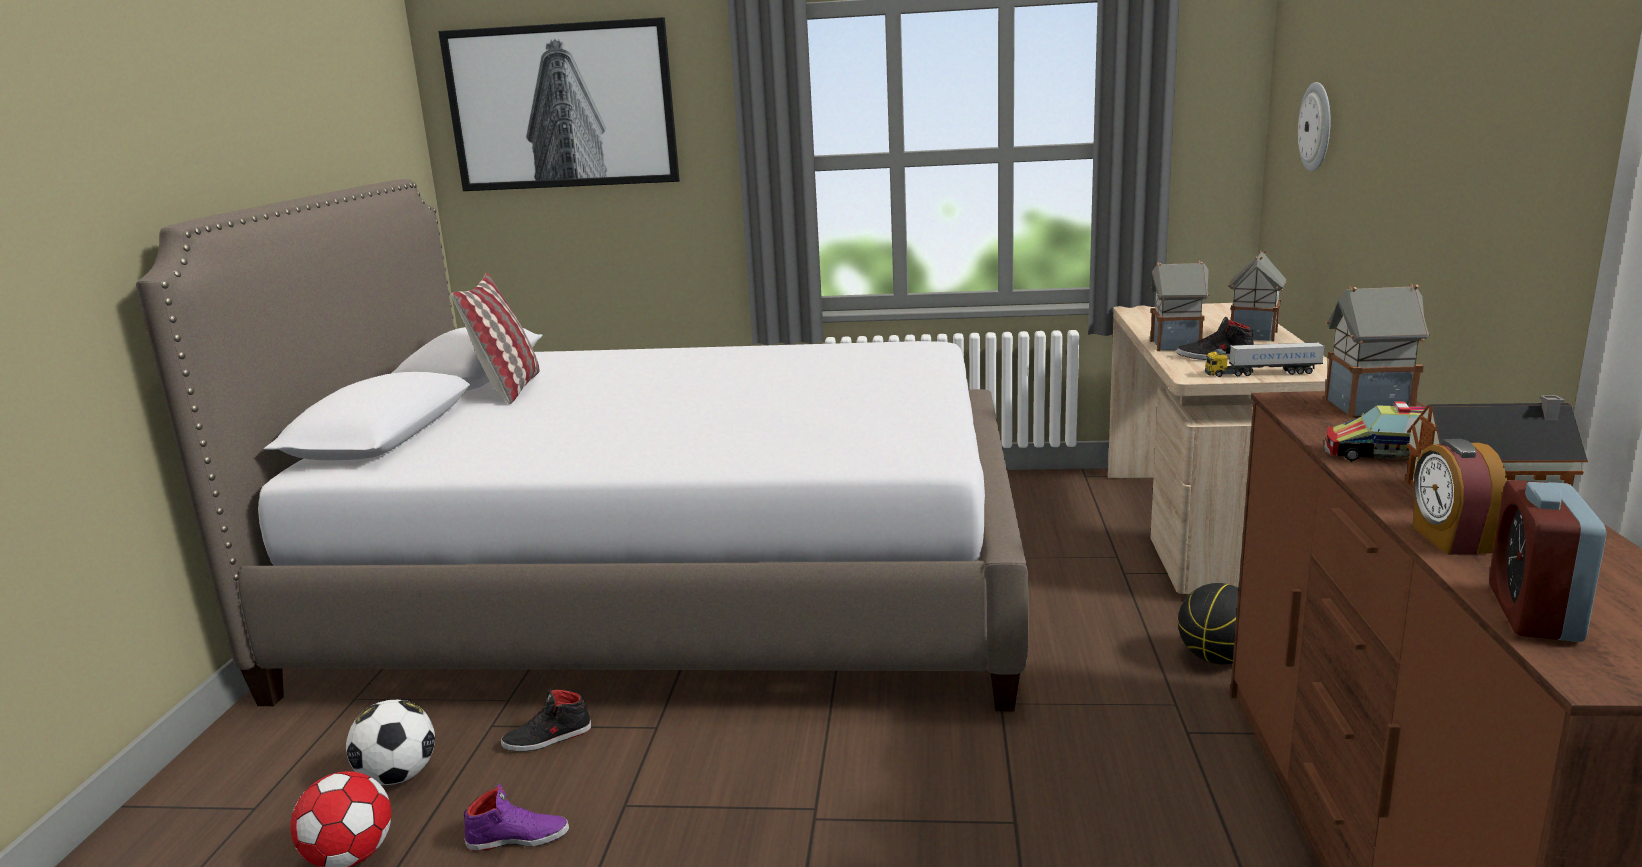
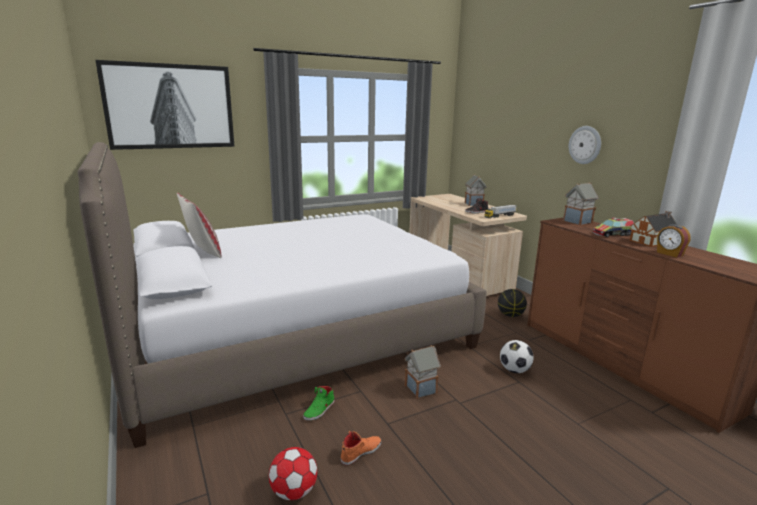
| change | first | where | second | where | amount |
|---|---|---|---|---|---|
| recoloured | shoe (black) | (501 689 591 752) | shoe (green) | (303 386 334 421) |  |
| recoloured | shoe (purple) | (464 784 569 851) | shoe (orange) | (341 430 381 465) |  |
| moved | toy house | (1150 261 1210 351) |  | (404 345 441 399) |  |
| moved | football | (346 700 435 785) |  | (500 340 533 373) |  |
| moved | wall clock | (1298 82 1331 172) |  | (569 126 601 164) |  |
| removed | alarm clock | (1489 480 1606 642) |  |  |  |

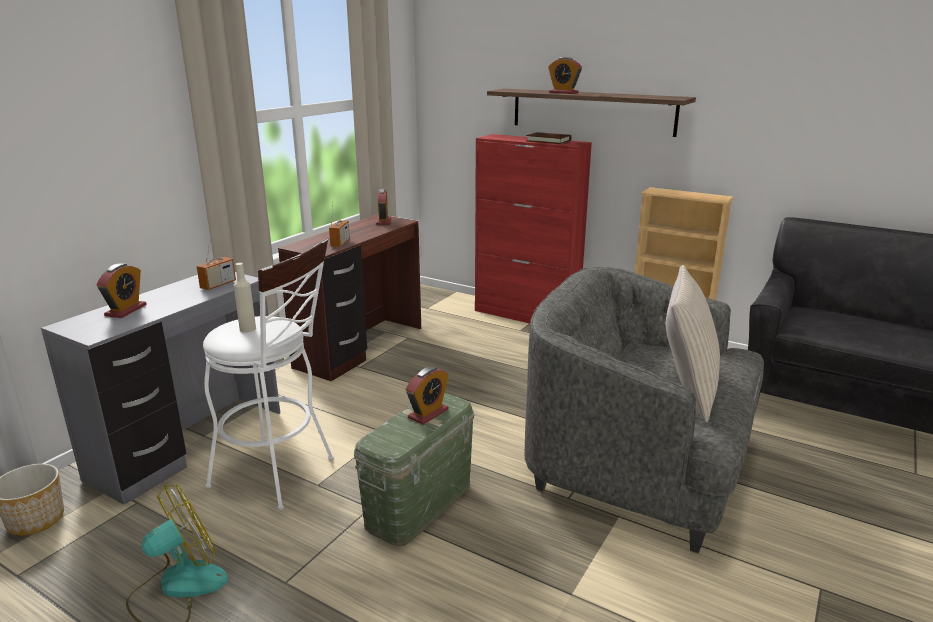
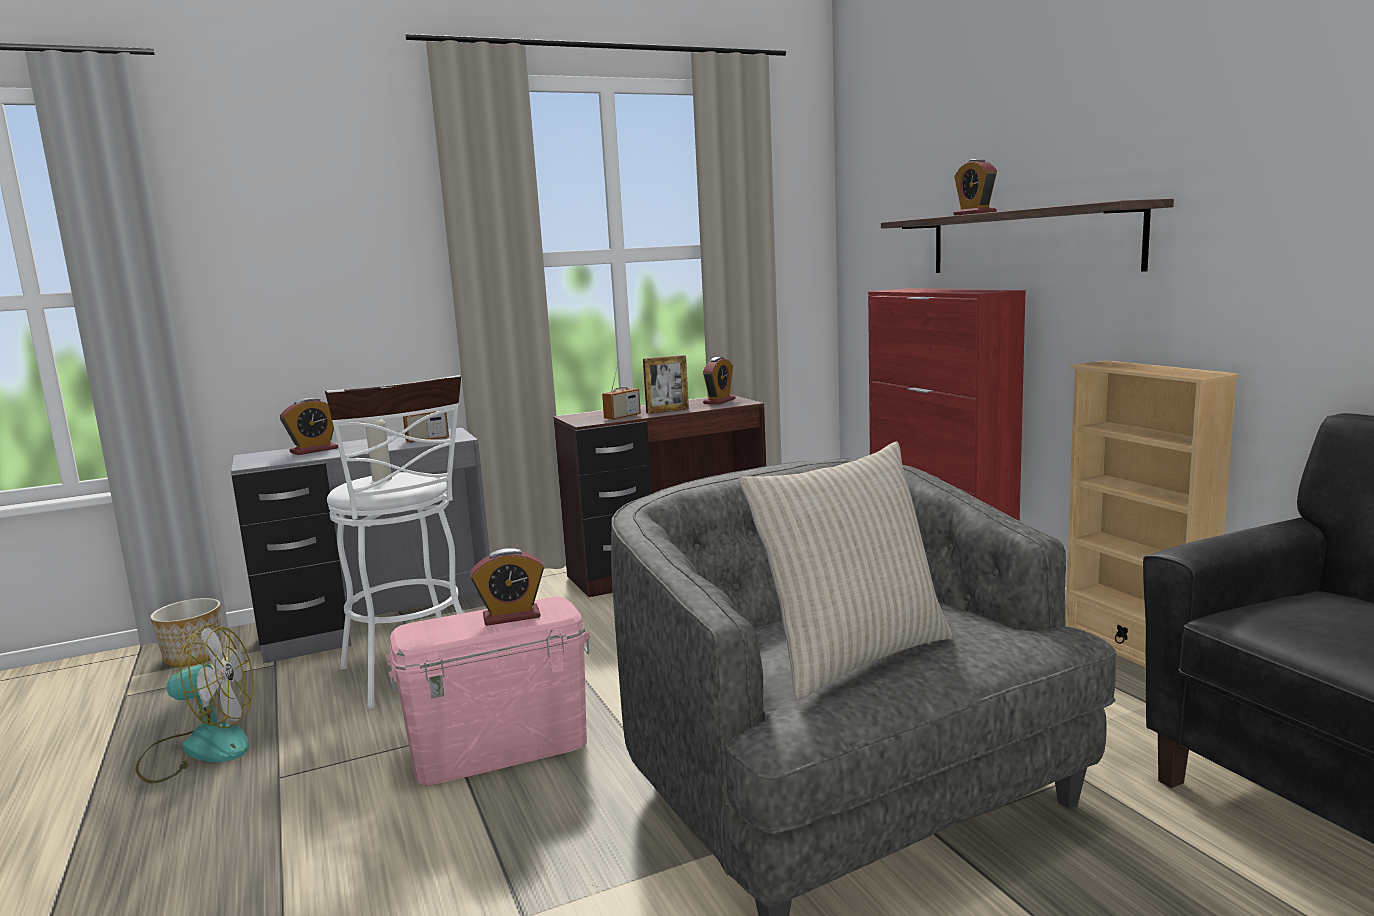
| change | first | where | second | where | amount |
|---|---|---|---|---|---|
| recoloured | storage box (green) | (354 393 474 546) | storage box (pink) | (386 597 590 785) |  |
| added |  |  | picture frame | (643 355 689 414) |  |
| removed | book (brown) | (526 132 571 144) |  |  |  |

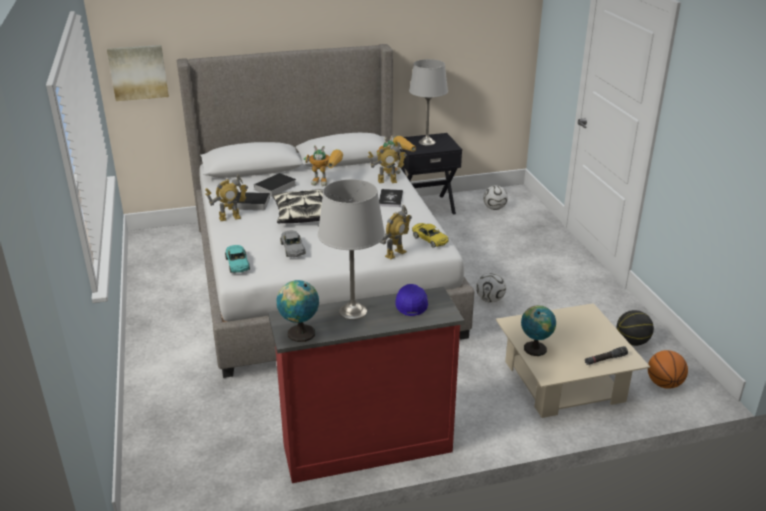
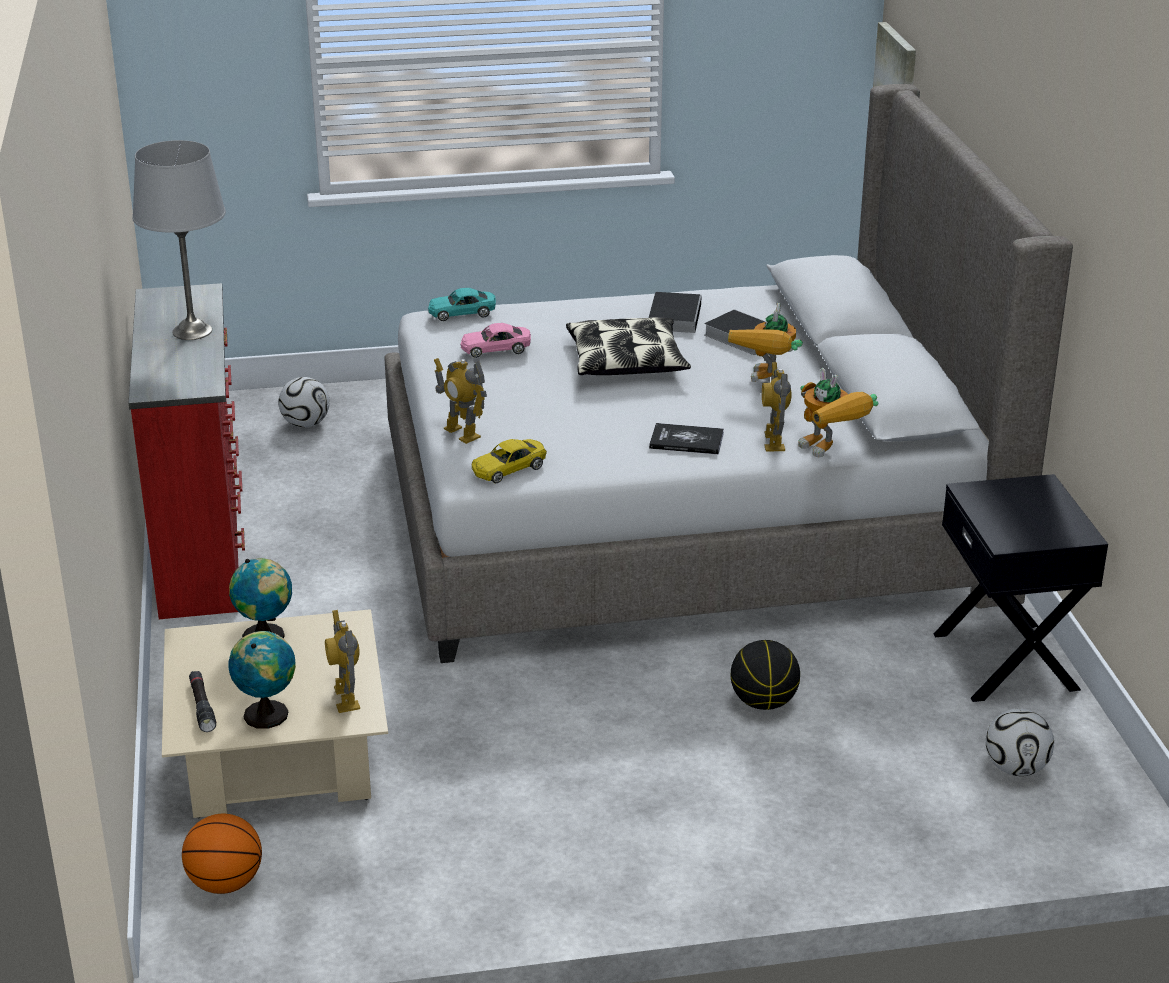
| change | first | where | second | where | amount |
|---|---|---|---|---|---|
| moved | globe | (276 280 319 342) |  | (228 631 296 729) |  |
| moved | football | (476 273 506 303) |  | (278 377 330 427) |  |
| moved | toy robot | (205 174 248 221) |  | (325 610 360 713) |  |
| recoloured | toy car (grey) | (280 231 306 257) | toy car (pink) | (461 323 531 358) |  |
| moved | basketball | (617 310 654 346) |  | (730 640 800 710) |  |
| removed | cap (blue) | (395 284 428 316) |  |  |  |
| removed | table lamp (grey) | (409 59 448 146) |  |  |  |

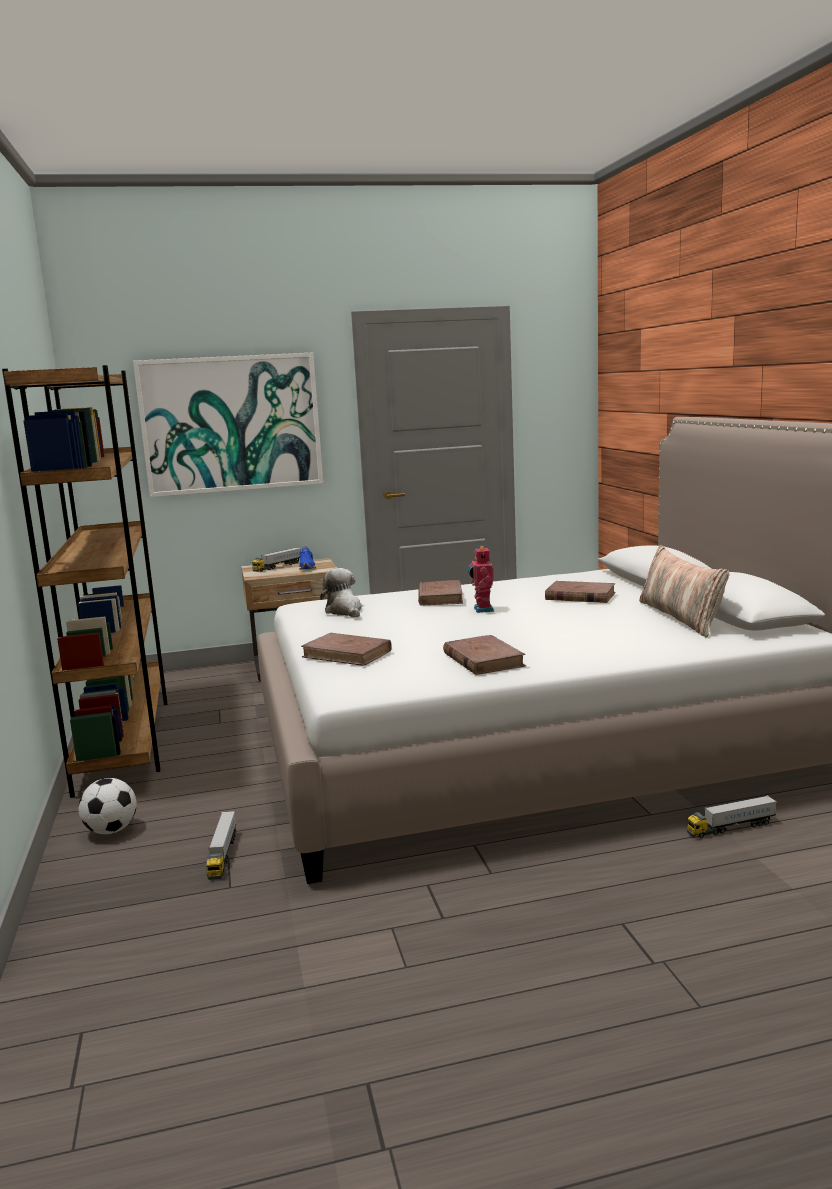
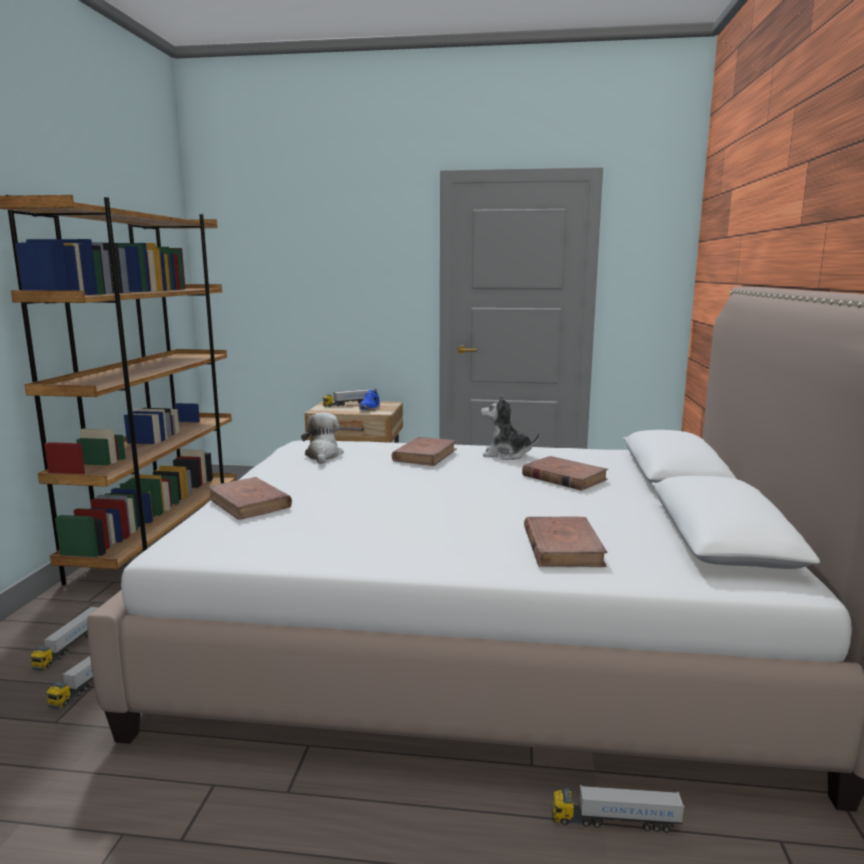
| change | first | where | second | where | amount |
|---|---|---|---|---|---|
| added |  |  | toy truck | (30 606 98 671) |  |
| added |  |  | plush toy | (481 394 540 460) |  |
| moved | book (brown) | (443 635 526 675) |  | (524 517 608 567) |  |
| removed | football | (78 778 137 834) |  |  |  |
| removed | picture | (133 352 323 497) |  |  |  |
| removed | toy robot | (468 546 494 613) |  |  |  |
| removed | pillow | (639 545 729 637) |  |  |  |

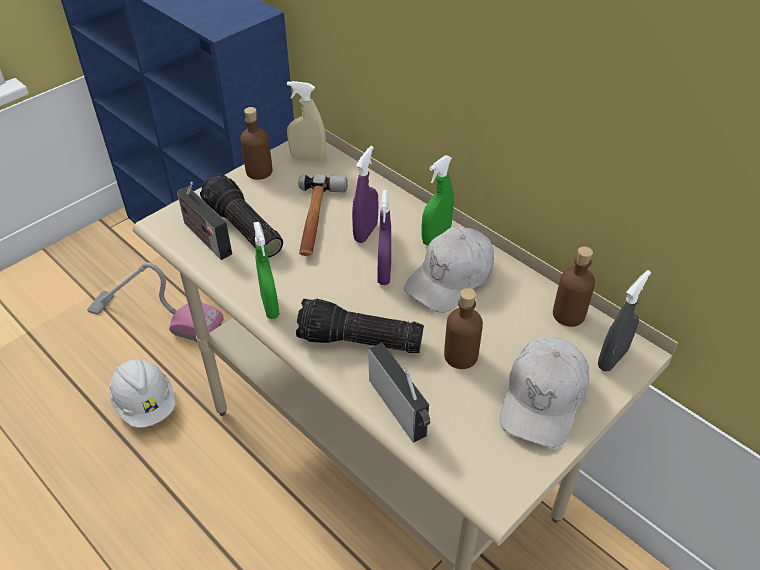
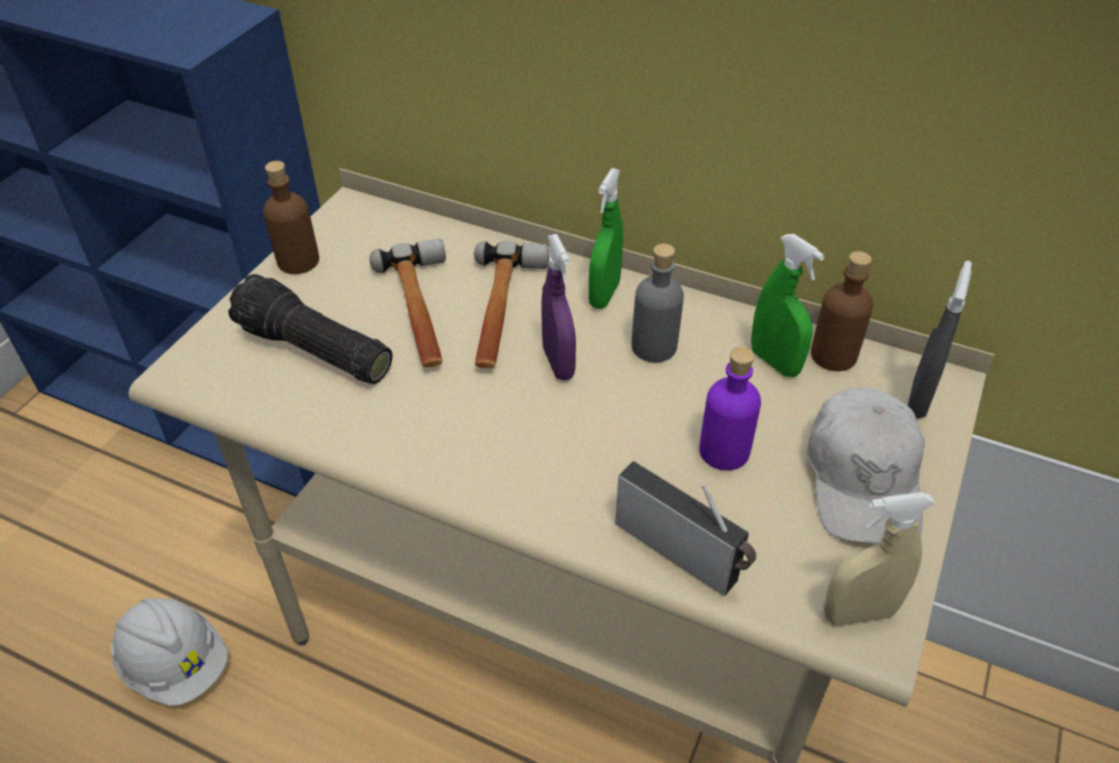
| change | first | where | second | where | amount |
|---|---|---|---|---|---|
| replaced | spray bottle (purple) | (352 146 378 243) | hammer | (474 241 549 368) |  |
| replaced | cap (white) | (404 227 494 313) | bottle (grey) | (631 244 684 362) |  |
| recoloured | bottle (brown) | (444 288 483 369) | bottle (purple) | (699 347 761 471) |  |
| moved | spray bottle (green) | (253 222 279 319) |  | (751 234 825 377) |  |
| moved | spray bottle (beige) | (287 81 326 162) |  | (823 492 935 625) |  |
| removed | vacuum cleaner | (87 262 224 342) |  |  |  |
| removed | radio | (177 182 232 260) |  |  |  |
| removed | flashlight | (296 299 424 353) |  |  |  |

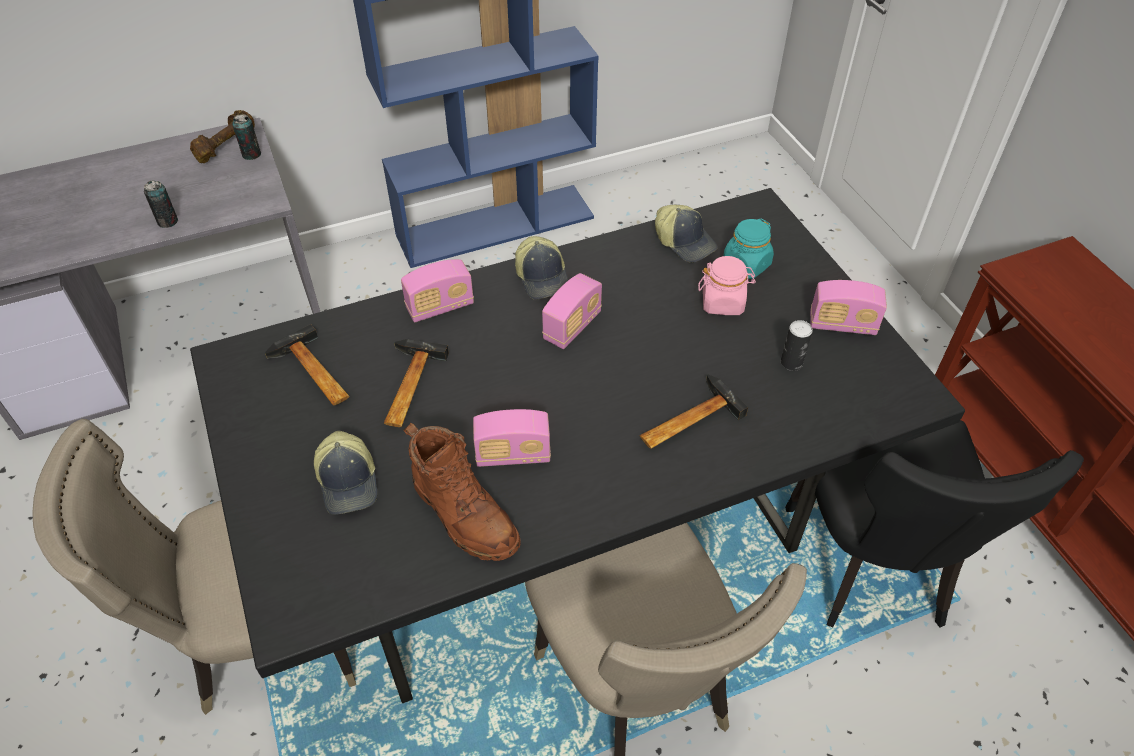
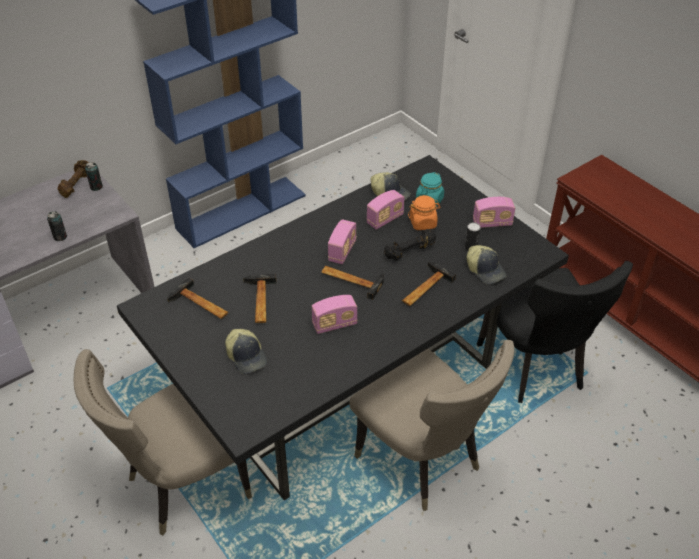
| change | first | where | second | where | amount |
|---|---|---|---|---|---|
| added |  |  | hammer | (321 266 384 300) |  |
| moved | radio | (401 259 474 322) |  | (366 190 405 230) |  |
| added |  |  | dumbbell (black) | (384 229 436 261) |  |
| recoloured | jar (pink) | (698 256 756 315) | jar (orange) | (408 195 441 230) |  |
| moved | cap | (515 236 568 300) |  | (467 245 507 285) |  |
| removed | boot (brown) | (404 423 521 561) |  |  |  |

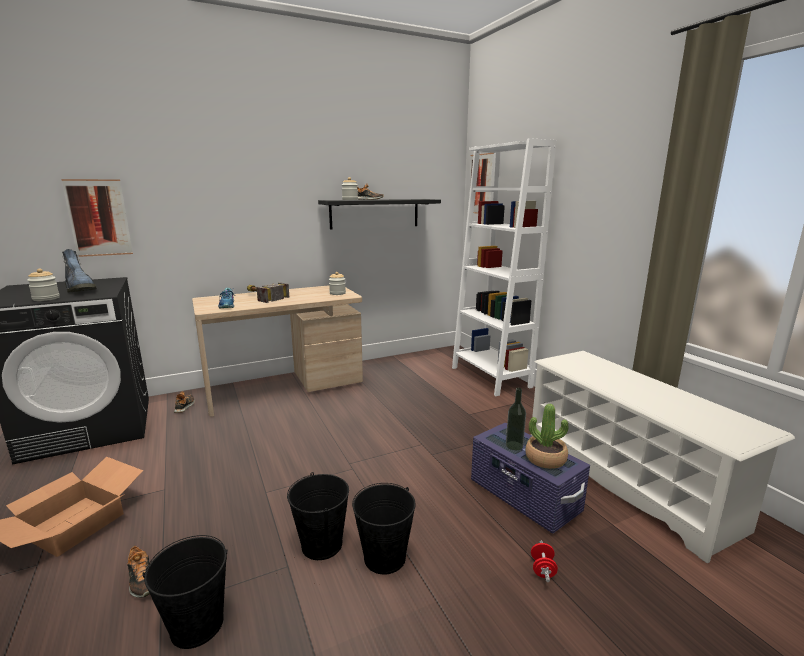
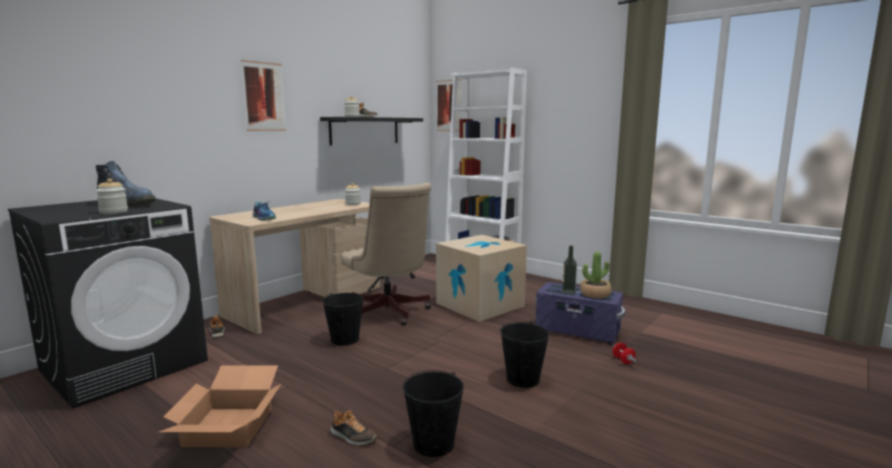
| change | first | where | second | where | amount |
|---|---|---|---|---|---|
| moved | picture | (61 179 133 257) |  | (241 60 286 131) |  |
| moved | bucket (black) | (287 472 349 560) |  | (322 293 364 346) |  |
| added |  |  | office chair (beige) | (341 183 431 325) |  |
| added |  |  | cardboard box | (436 235 527 322) |  |
| removed | hammer | (247 282 289 303) |  |  |  |
| removed | shoe rack (white) | (531 351 795 564) |  |  |  |

